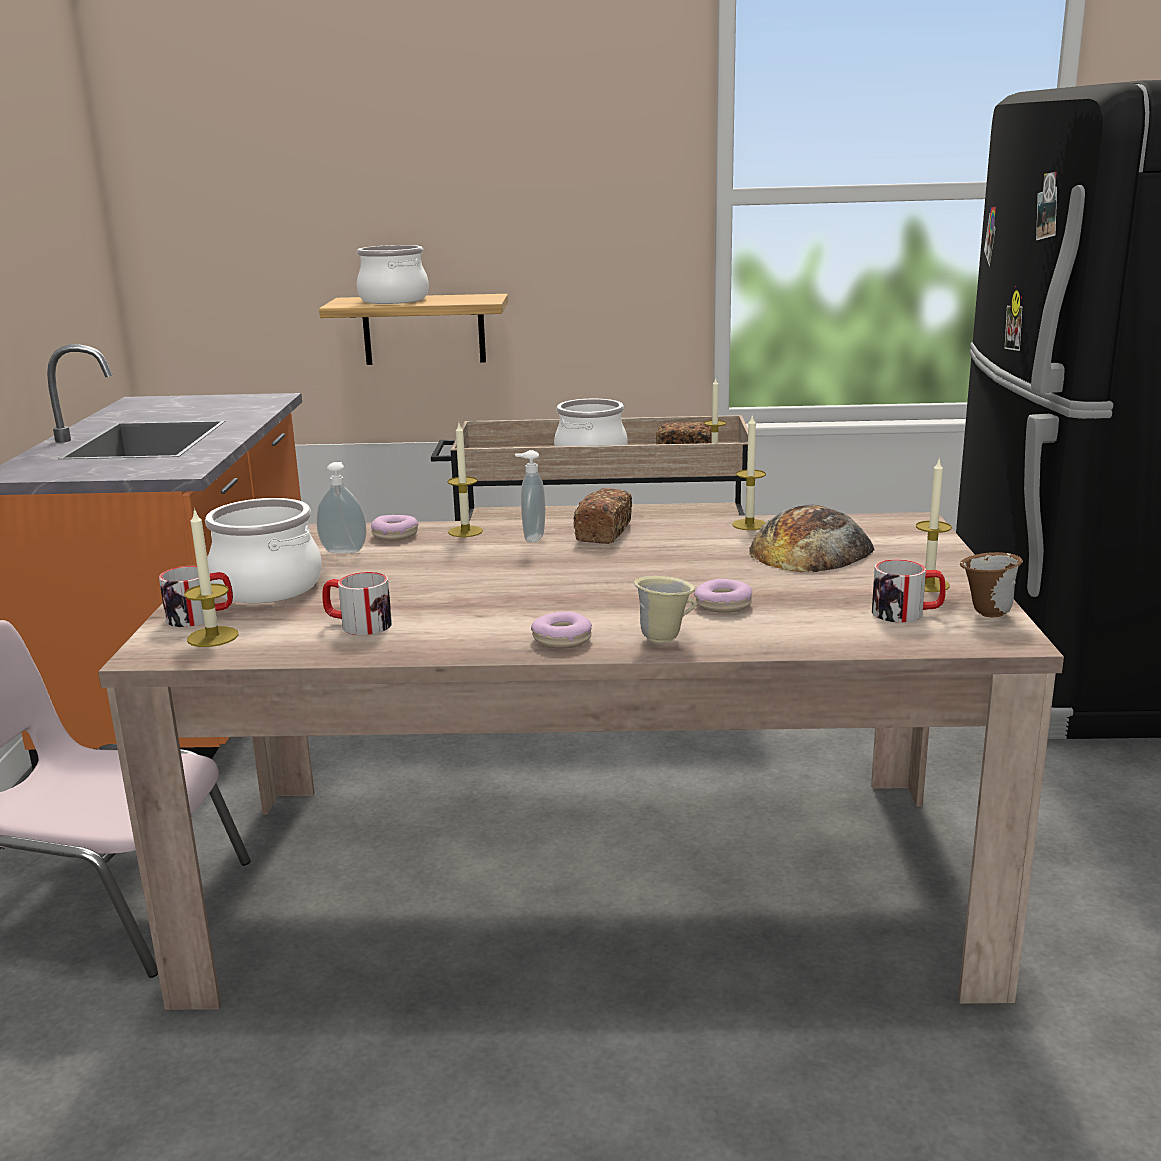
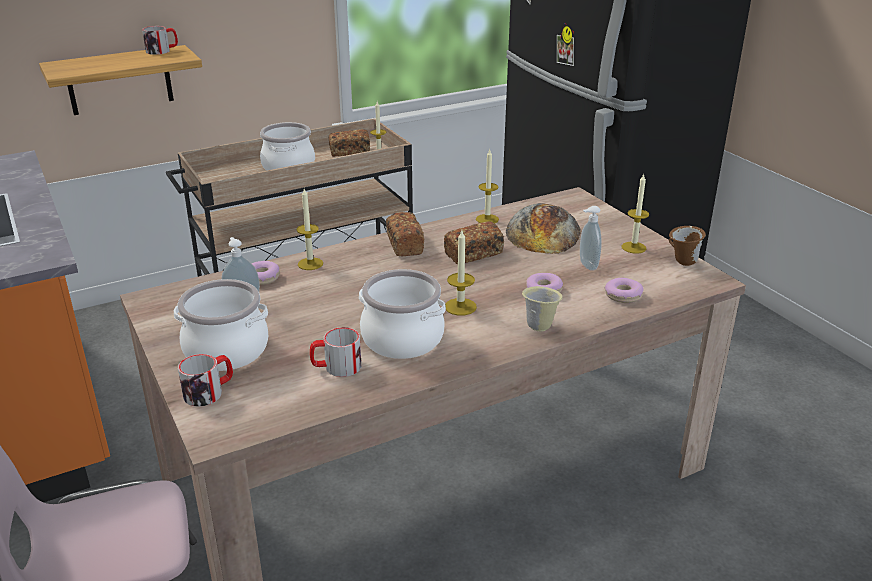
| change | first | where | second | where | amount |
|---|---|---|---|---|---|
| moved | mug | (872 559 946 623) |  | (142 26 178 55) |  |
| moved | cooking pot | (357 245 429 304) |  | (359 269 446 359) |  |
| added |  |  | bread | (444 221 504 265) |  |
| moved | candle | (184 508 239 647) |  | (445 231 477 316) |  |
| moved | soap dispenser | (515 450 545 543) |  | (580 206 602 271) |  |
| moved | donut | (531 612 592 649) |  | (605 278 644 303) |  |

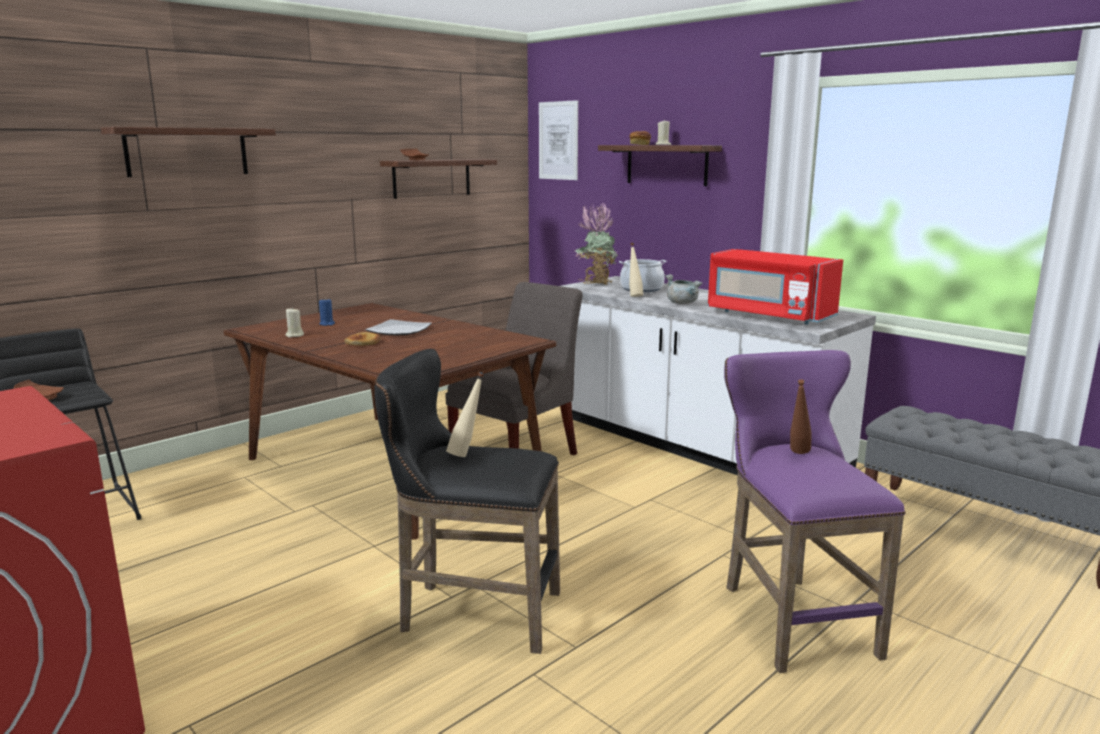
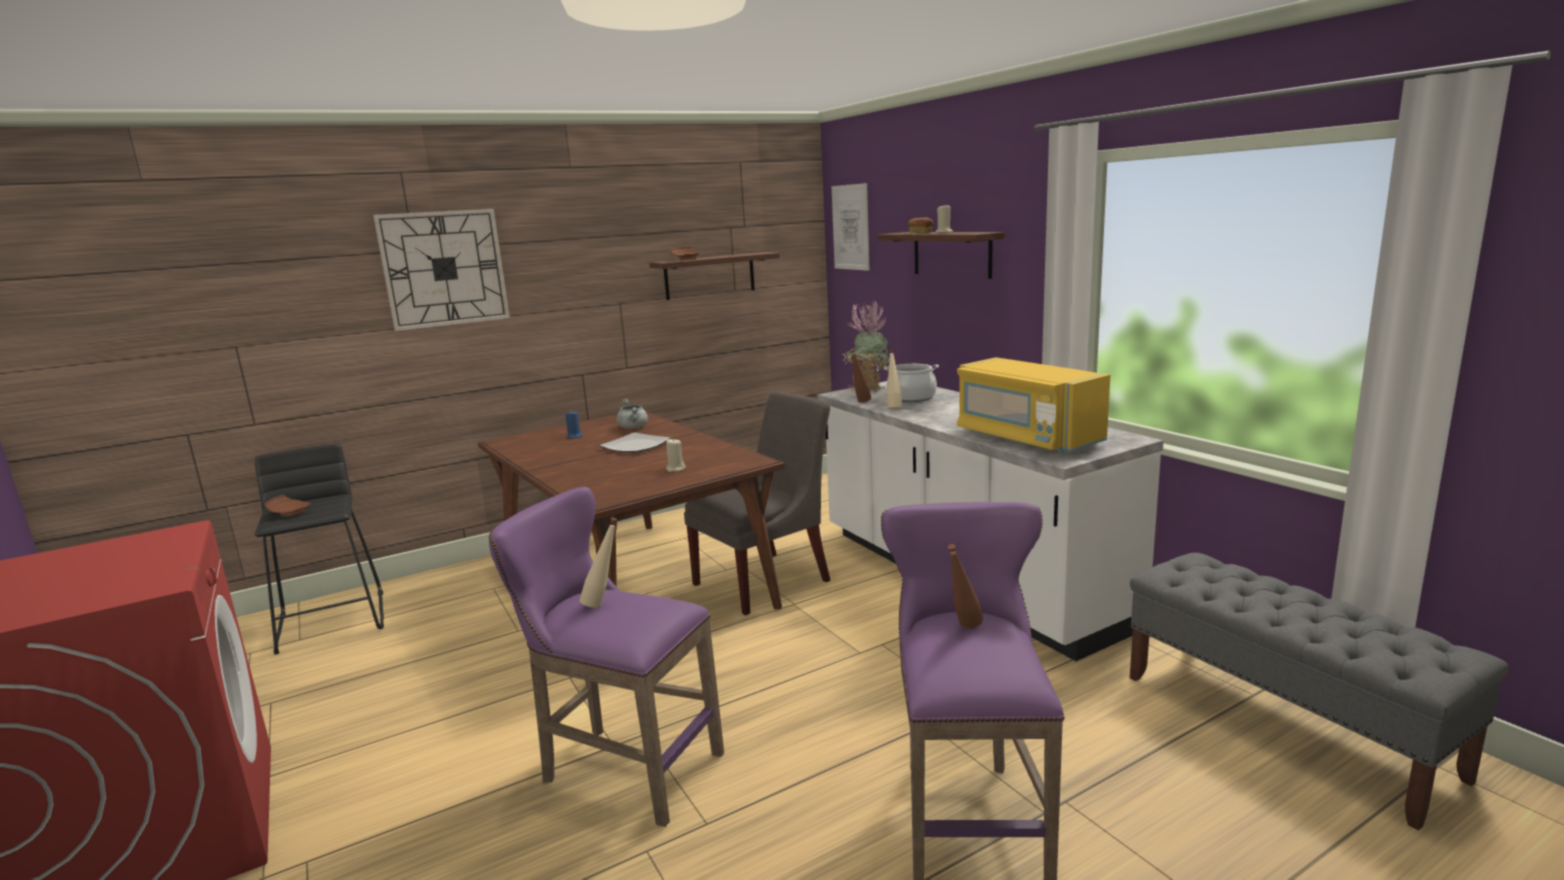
| change | first | where | second | where | amount |
|---|---|---|---|---|---|
| replaced | shelf | (101 127 276 177) | wall clock | (373 209 510 331) |  |
| recoloured | stool (black) | (374 349 560 654) | stool (purple) | (489 487 724 827) |  |
| moved | cooking pot (grey) | (665 274 702 304) |  | (616 399 648 429) |  |
| moved | candle (beige) | (286 307 304 338) |  | (666 439 686 472) |  |
| added |  |  | bottle (brown) | (850 349 871 403) |  |
| recoloured | microwave (red) | (708 249 843 325) | microwave (yellow) | (957 357 1110 453) |  |
| removed | bread | (344 332 381 346) |  |  |  |

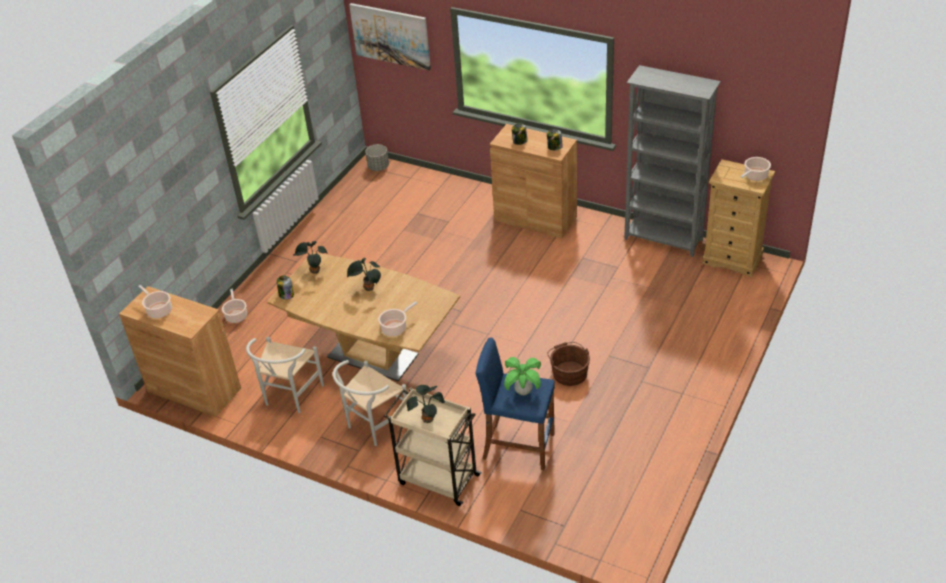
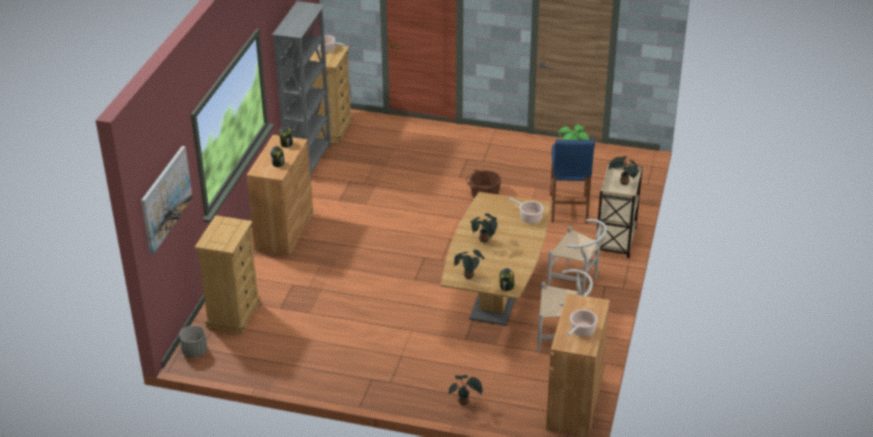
| change | first | where | second | where | amount |
|---|---|---|---|---|---|
| added |  |  | dresser (beige) | (195 215 260 334) |  |
| replaced | cooking pot | (222 289 247 323) | potted plant | (449 375 483 406) |  |

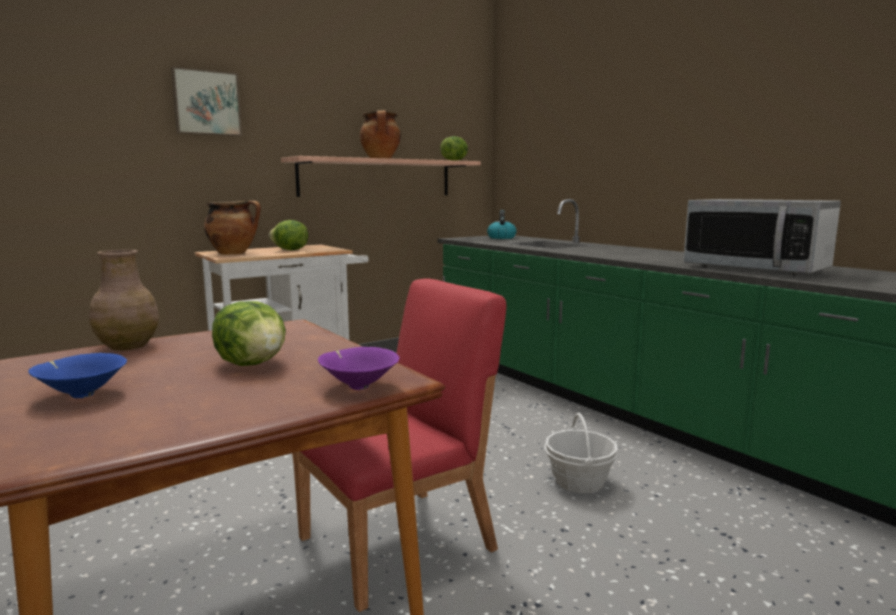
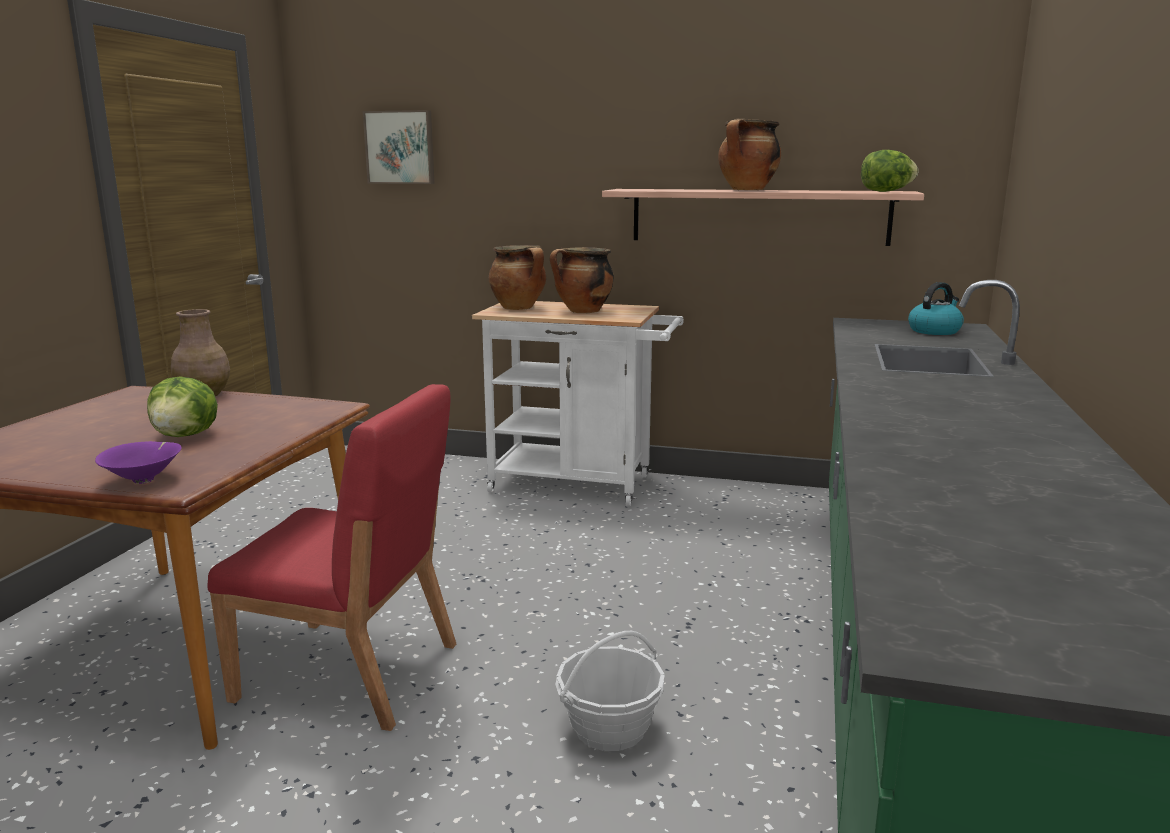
| change | first | where | second | where | amount |
|---|---|---|---|---|---|
| moved | picture | (171 66 242 136) |  | (363 110 435 184) |  |
| replaced | lettuce | (269 220 308 250) | cooking pot | (550 247 614 313) |  |
| removed | bowl (blue) | (28 353 127 398) |  |  |  |
| removed | microwave | (683 199 841 275) |  |  |  |

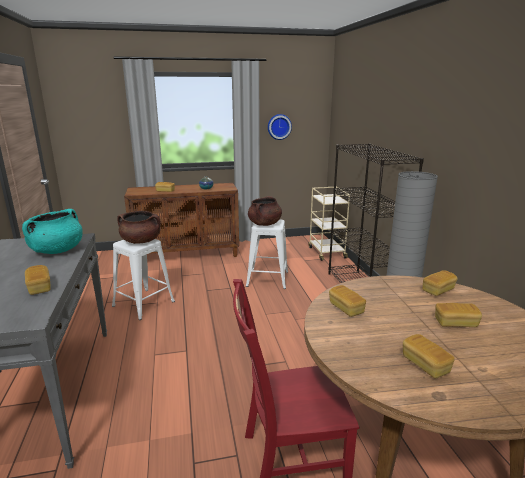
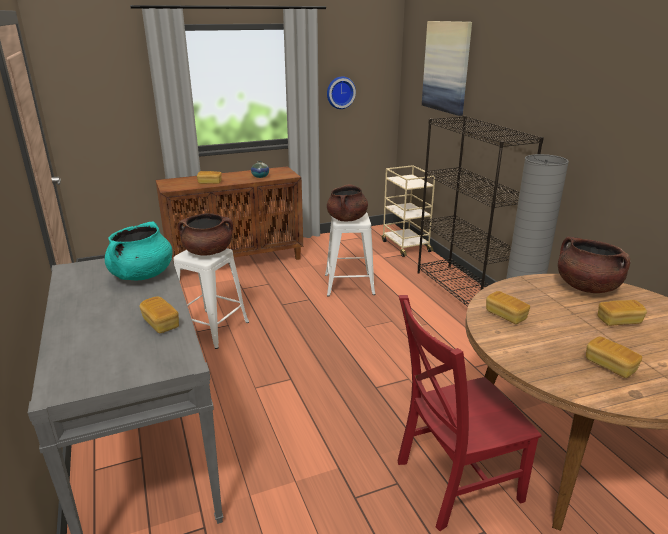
| change | first | where | second | where | amount |
|---|---|---|---|---|---|
| added |  |  | picture | (422 21 472 116) |  |
| replaced | bread | (423 270 458 296) | cooking pot (brown) | (558 236 630 293) |  |

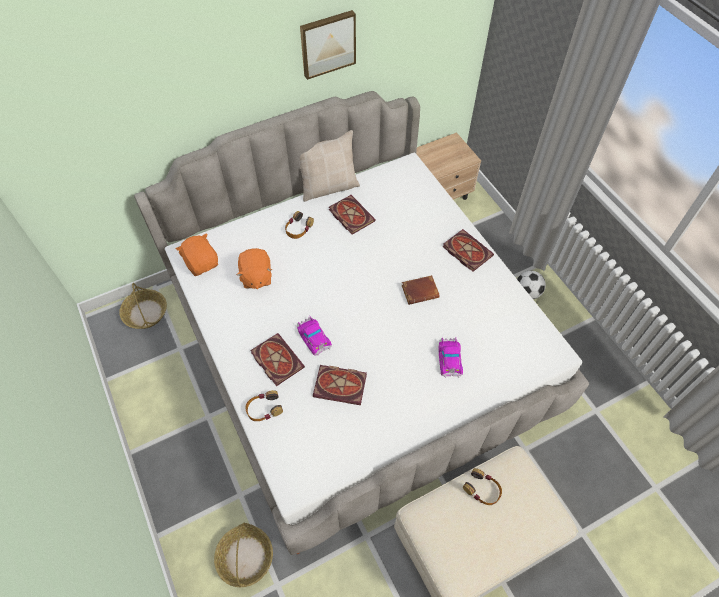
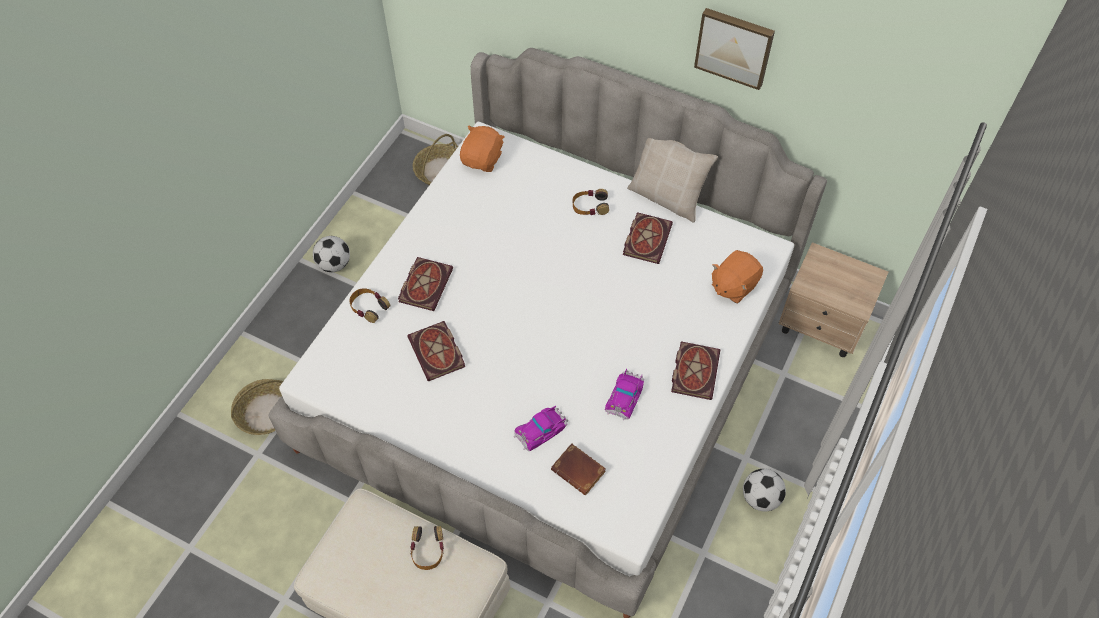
| change | first | where | second | where | amount |
|---|---|---|---|---|---|
| added |  |  | football | (313 236 350 272) |  |
| moved | book (brown) | (402 275 440 305) |  | (551 443 606 495) |  |
| moved | toy car | (297 317 332 356) |  | (605 369 644 420) |  |
| moved | plush toy (orange) | (237 248 272 289) |  | (712 250 763 304) |  |

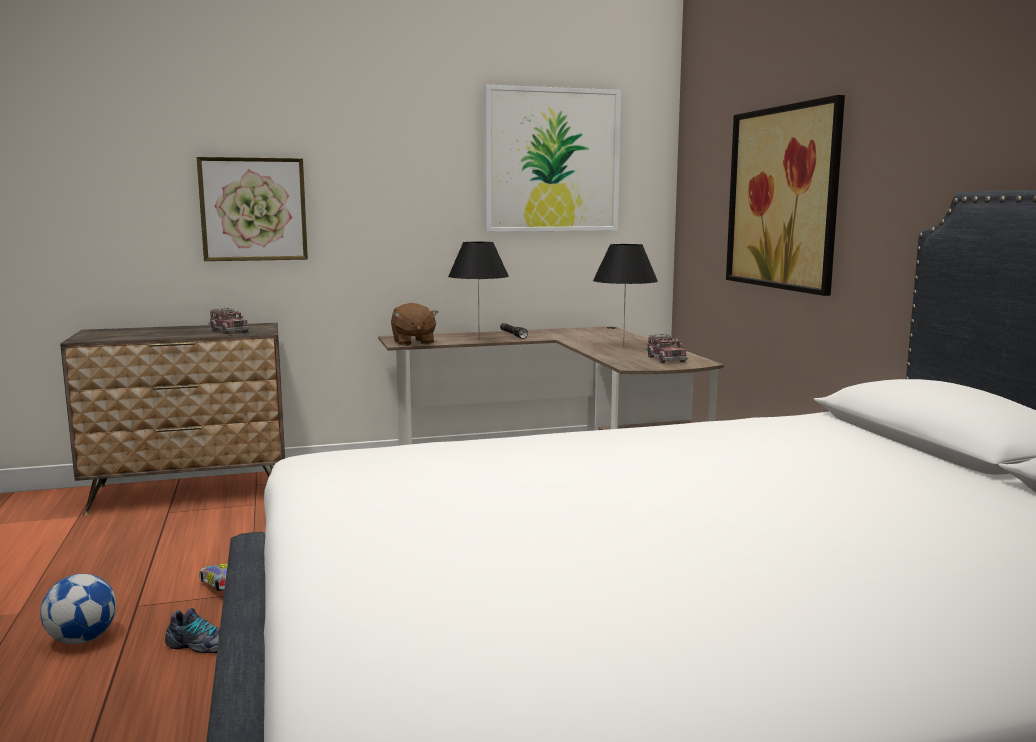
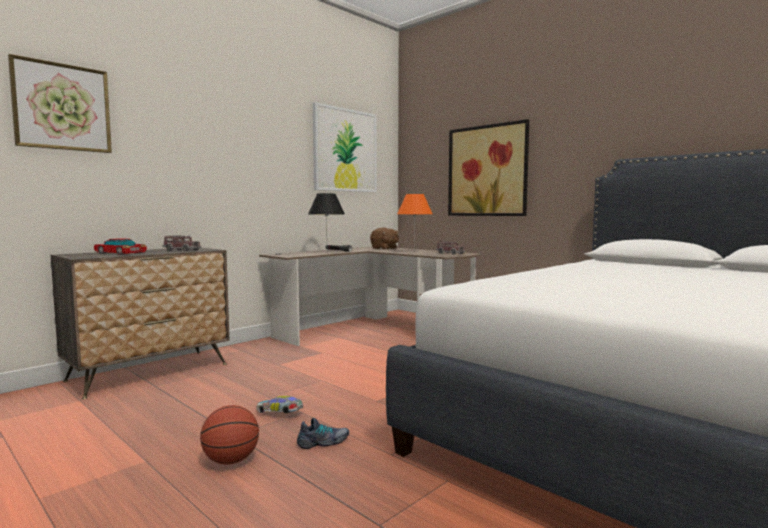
| change | first | where | second | where | amount |
|---|---|---|---|---|---|
| moved | picture | (197 157 308 261) |  | (8 54 112 153) |  |
| added |  |  | toy car | (94 238 147 255) |  |
| replaced | football | (40 574 117 644) | basketball | (200 405 259 465) |  |
| moved | plush toy (brown) | (391 303 438 346) |  | (370 228 399 250) |  |
| recoloured | table lamp (black) | (593 244 658 348) | table lamp (orange) | (397 194 432 252) |  |

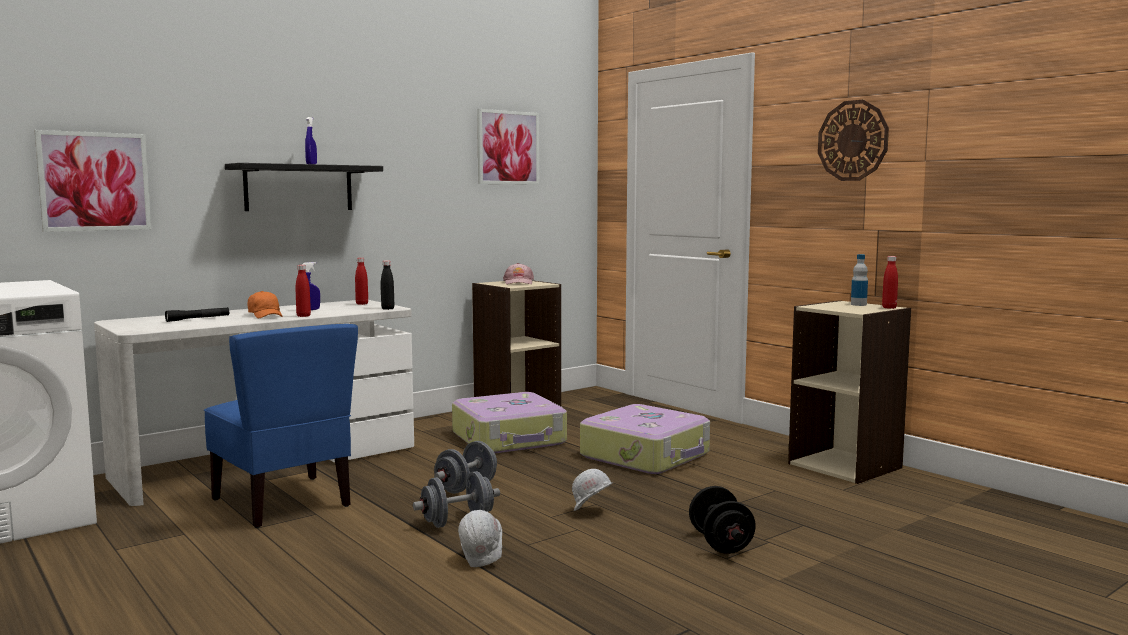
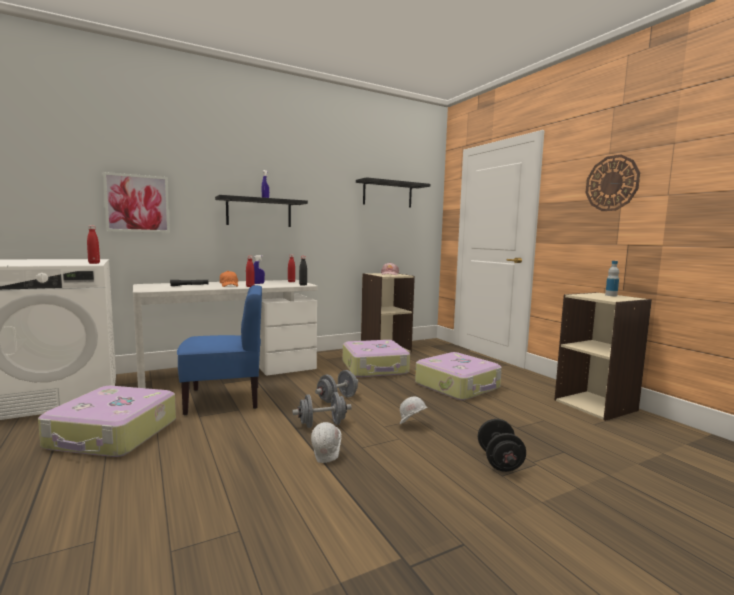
| change | first | where | second | where | amount |
|---|---|---|---|---|---|
| added |  |  | suitcase | (38 386 176 457) |  |
| moved | bottle (red) | (882 256 898 309) |  | (87 226 100 264) |  |
| turned | chair (blue) | (204 324 358 528) |  | (177 285 262 415) | 75 degrees counterclockwise |
| replaced | picture | (477 109 539 185) | shelf (black) | (356 177 430 208) |  |

